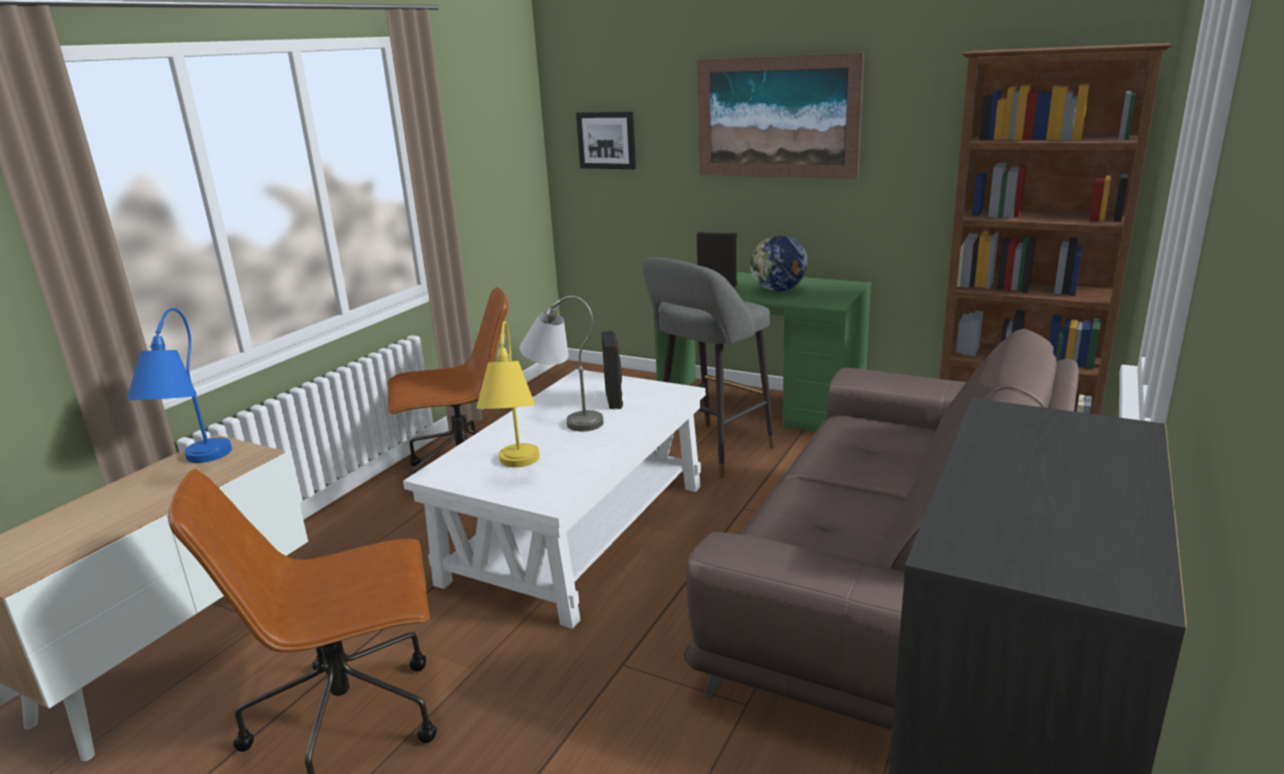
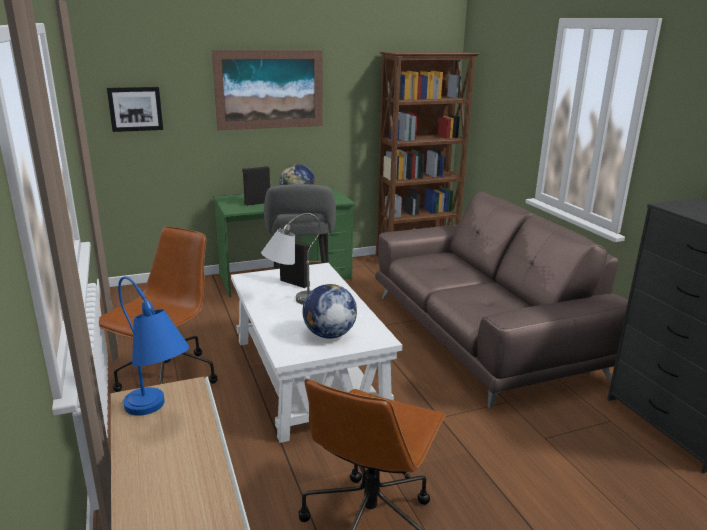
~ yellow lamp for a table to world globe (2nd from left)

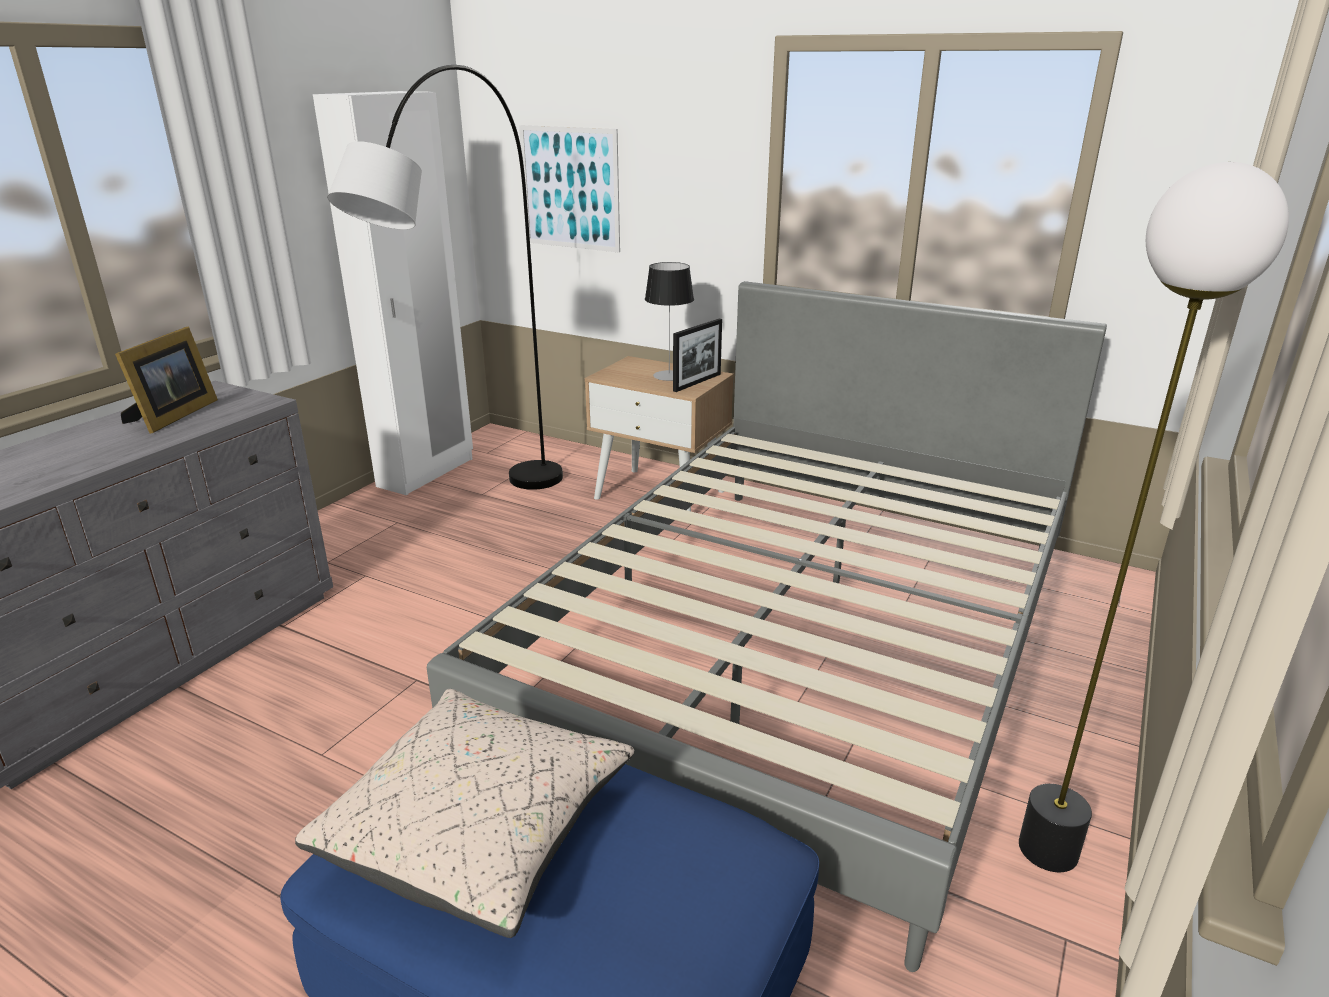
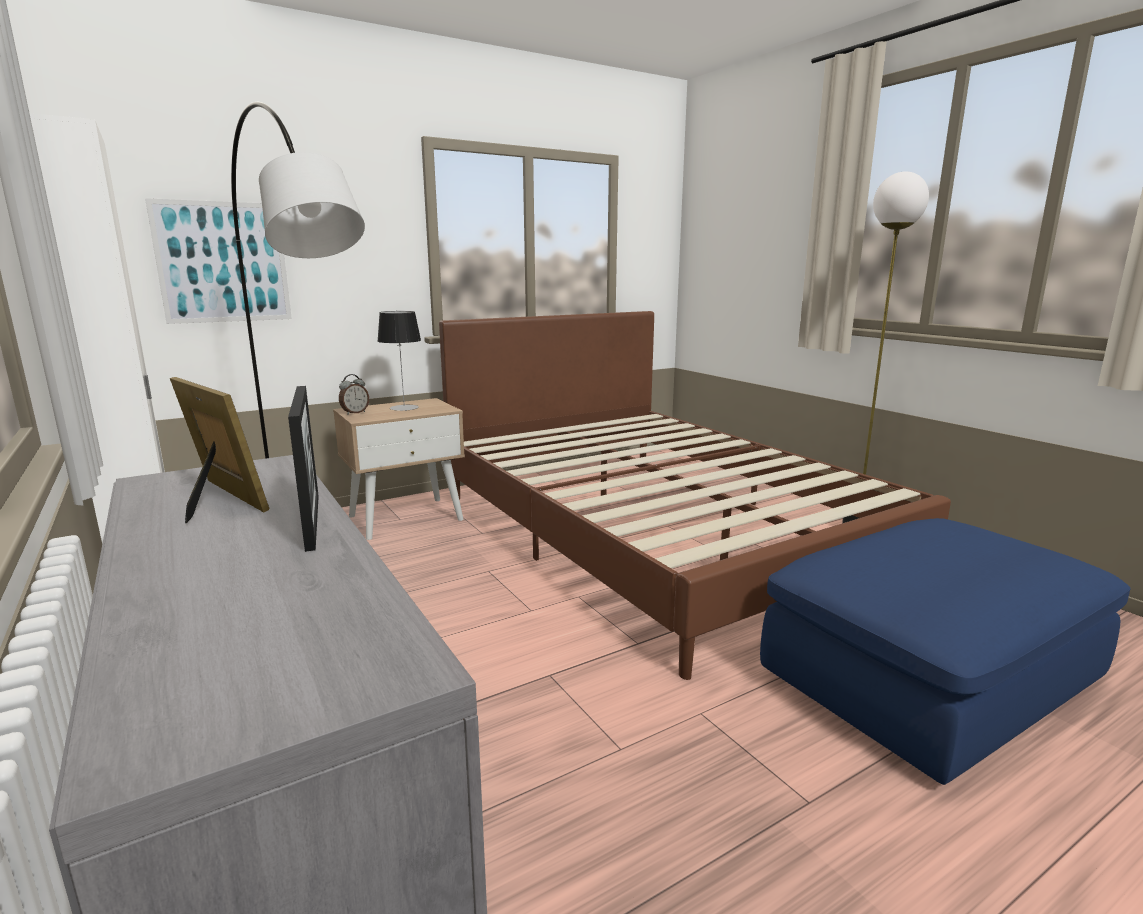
- sand-coloured cushion
~ grey bedroom bed to brown-coloured bedroom bed
~ picture frame (2nd from left)
+ bedside clock

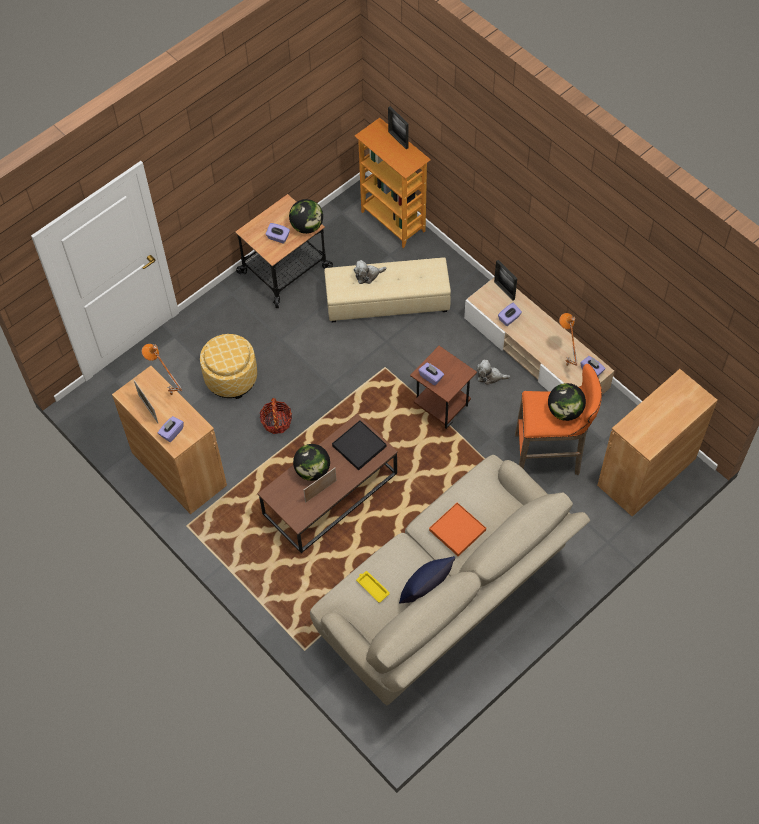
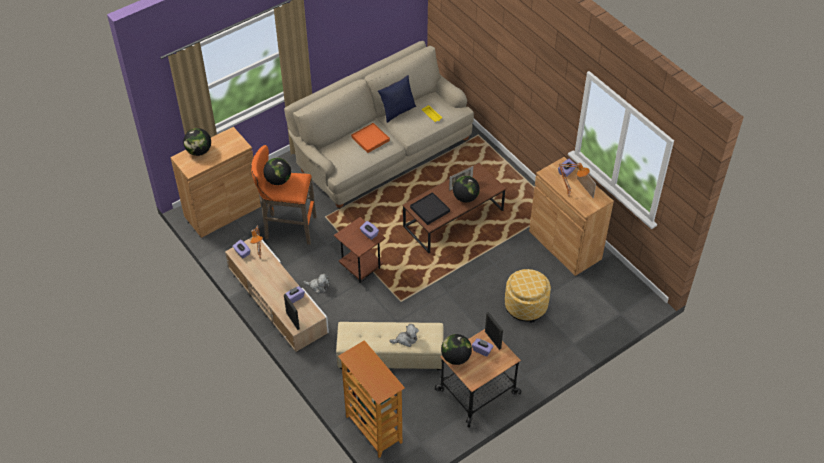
- storage basket
~ picture frame (3rd from left)
+ world globe (1st from left)

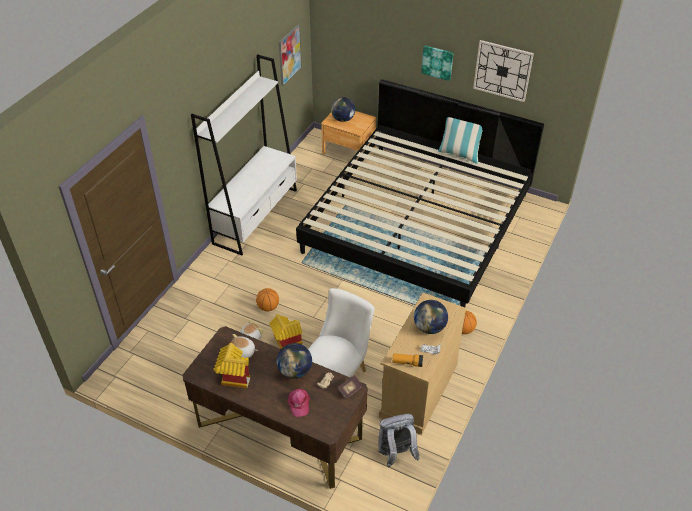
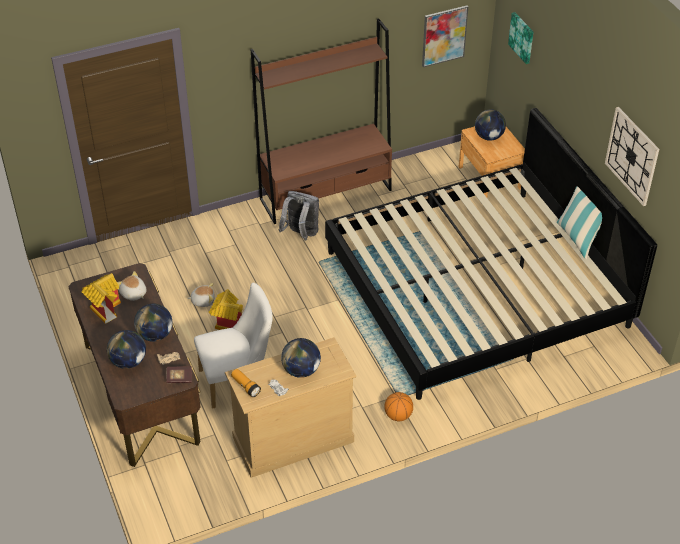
~ white-coloured bookcase to brown-coloured bookcase
- ball for basketball (1st from left)
~ pink-coloured peaked cap to world globe (1st from left)
~ grey knapsack
~ wall art (2nd from left)

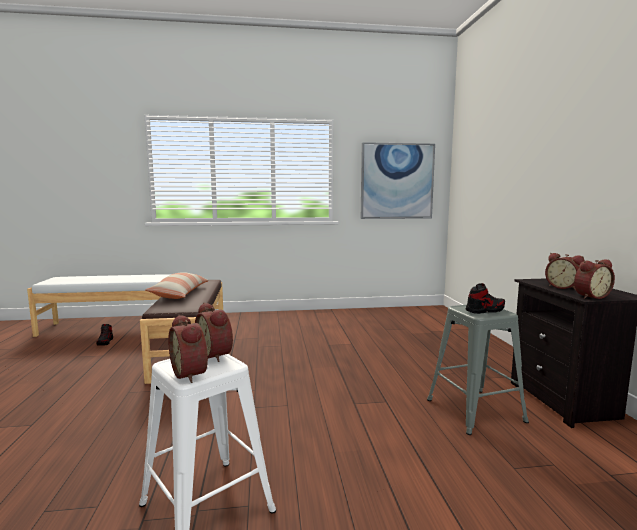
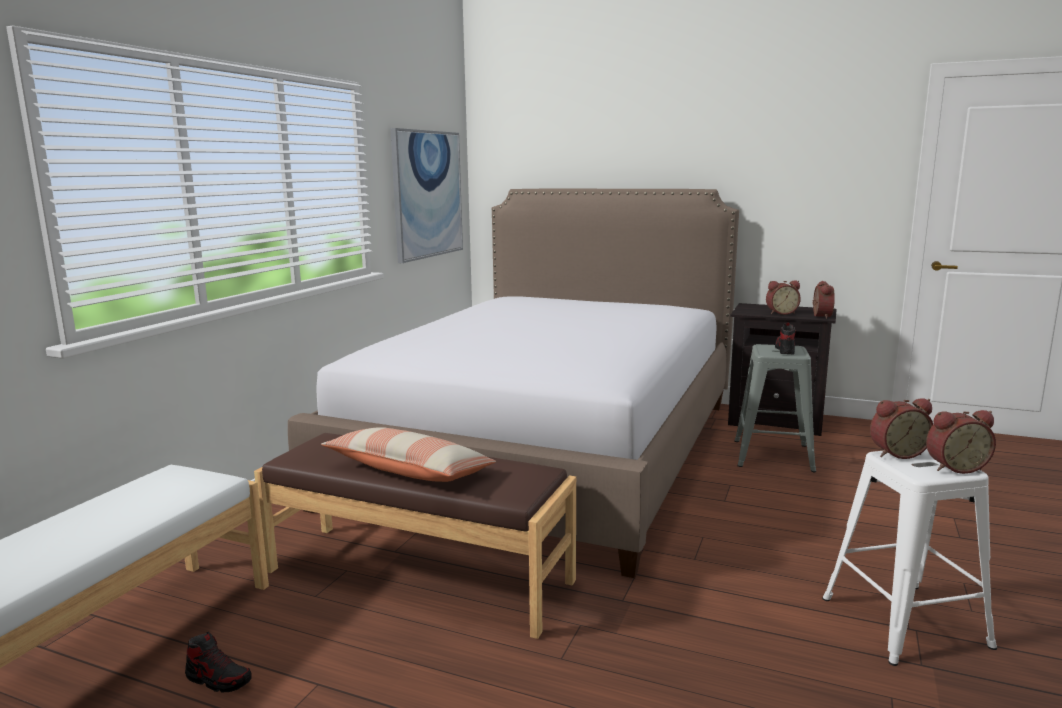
+ bedroom bed

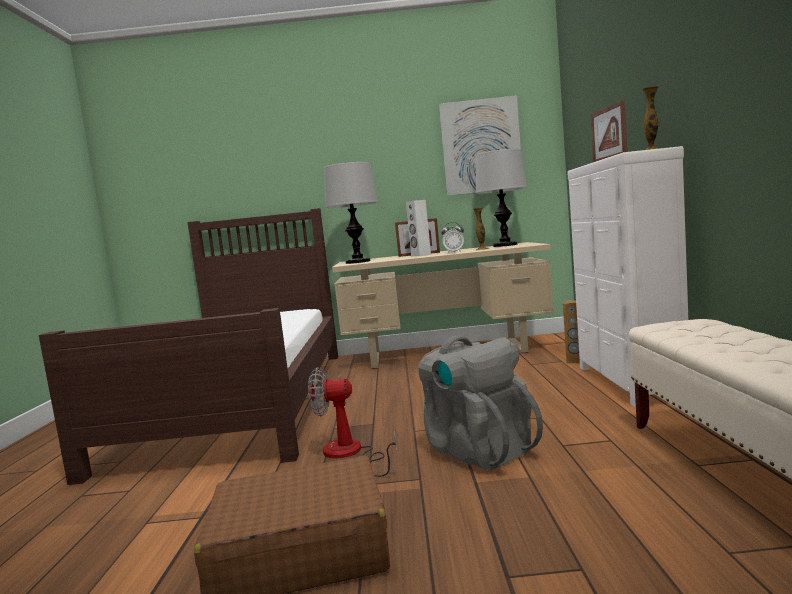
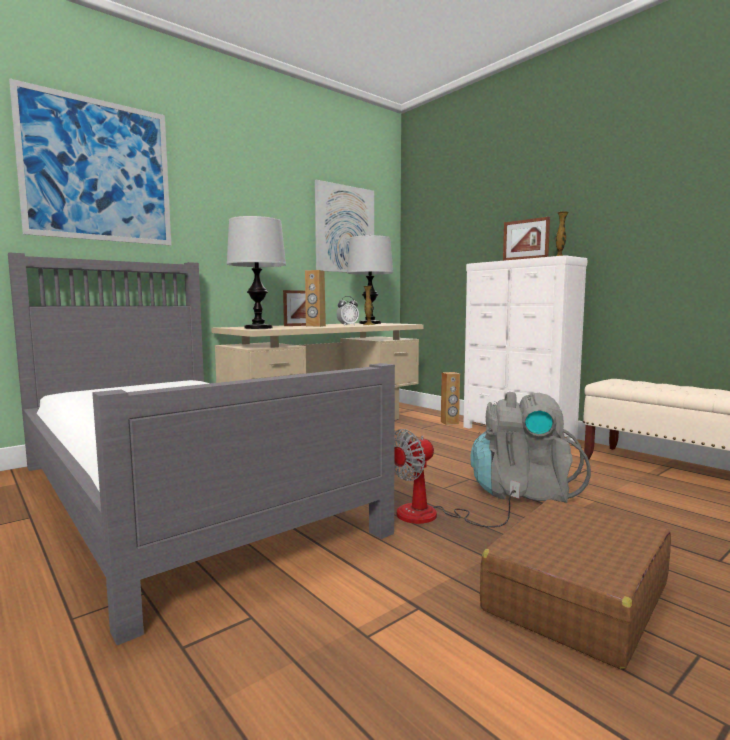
~ brown-coloured bedroom bed to grey bedroom bed
~ white-coloured loudspeaker to brown-coloured loudspeaker (1st from left)
+ wall art (1st from left)

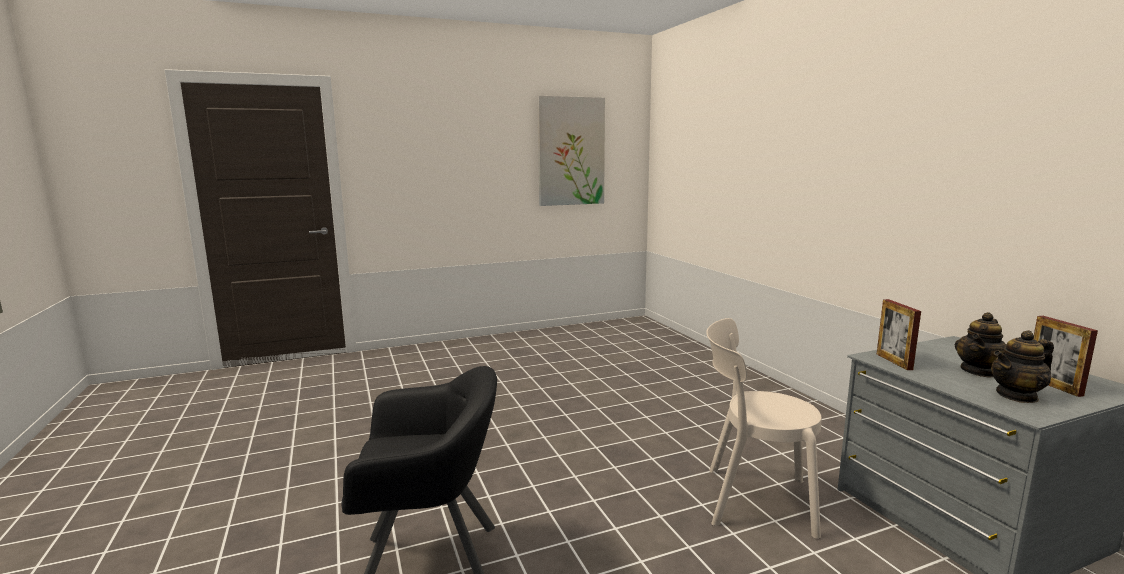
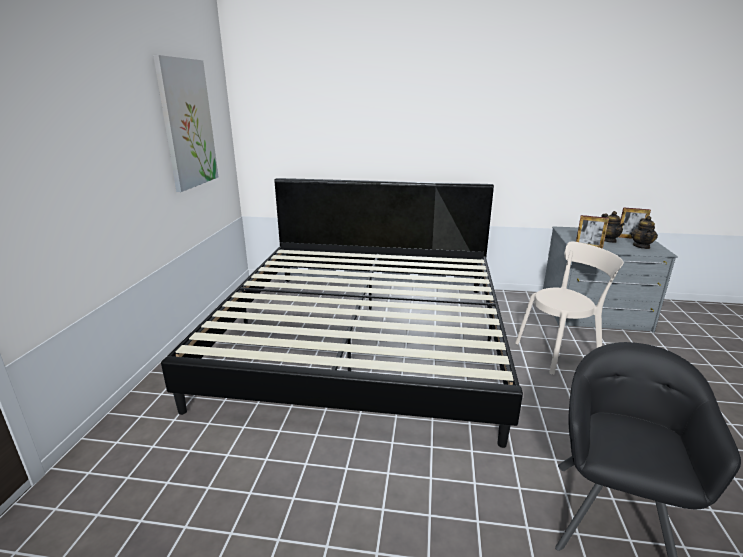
~ sand-coloured chair 150 degrees counterclockwise
+ bedroom bed

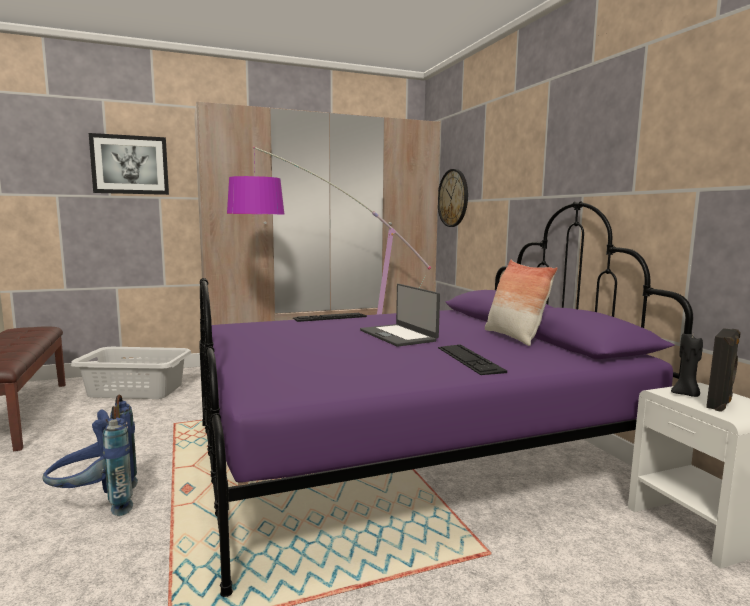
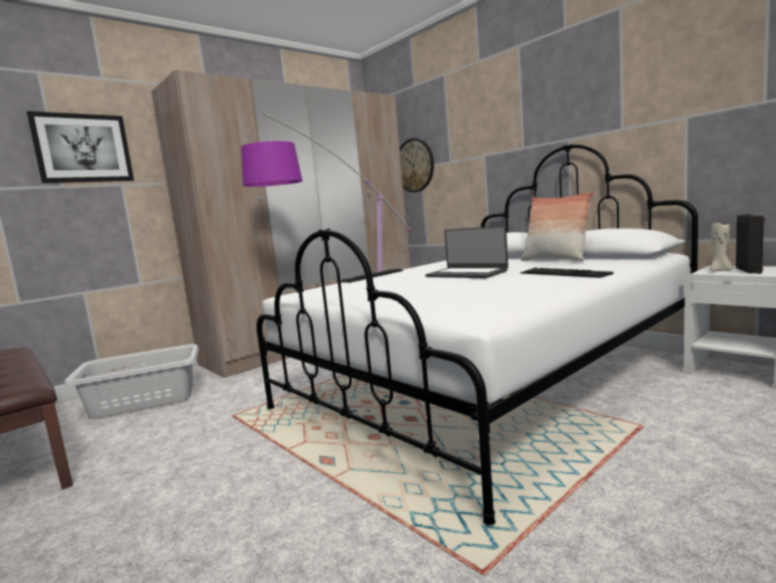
- blue knapsack
~ purple bedroom bed to white-coloured bedroom bed
~ blackish wax light to sand-coloured wax light

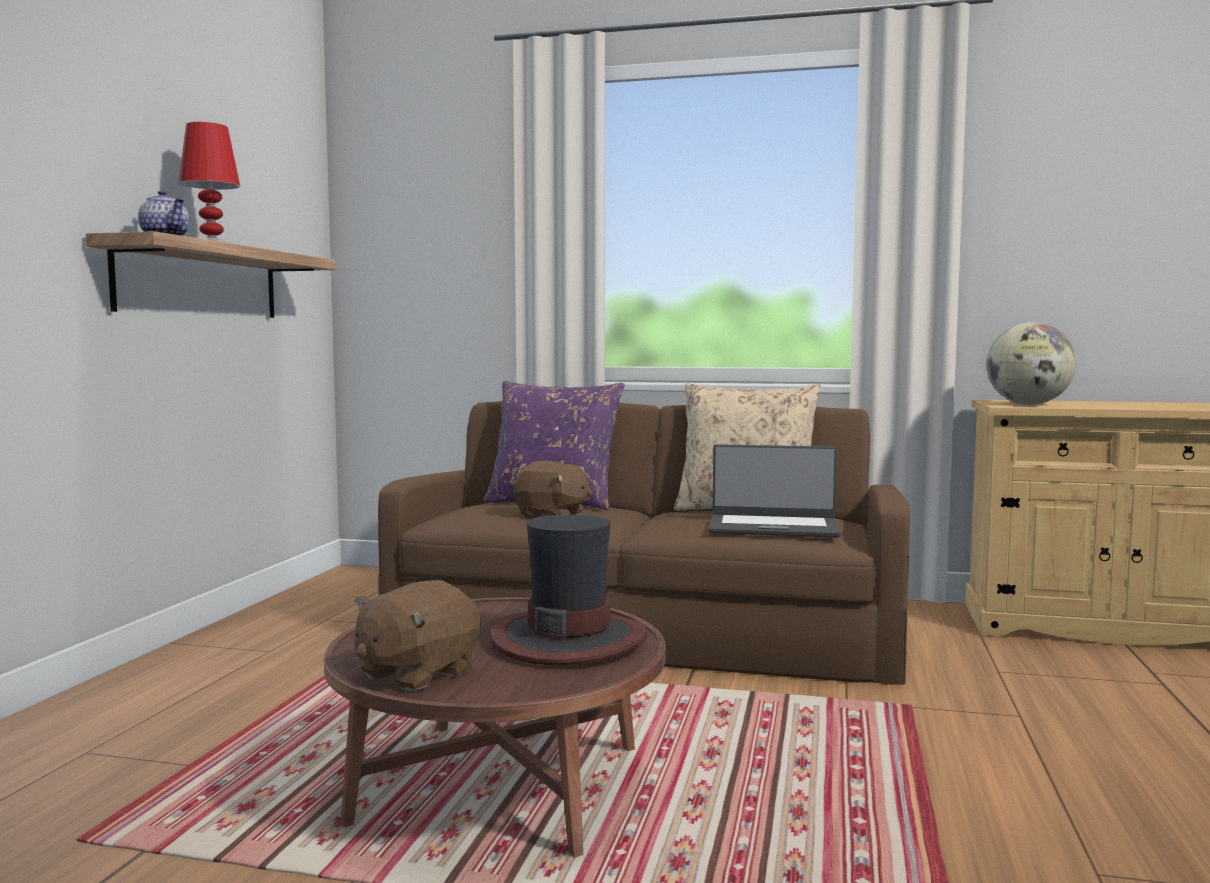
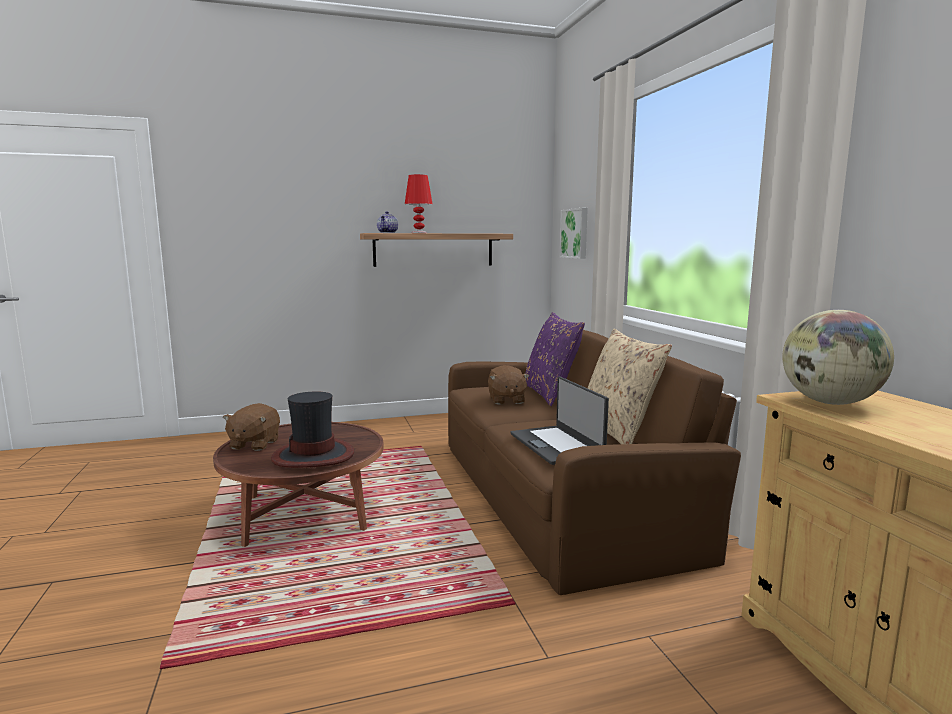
~ brown-coloured cuddly toy (1st from left) 90 degrees counterclockwise
+ wall art

